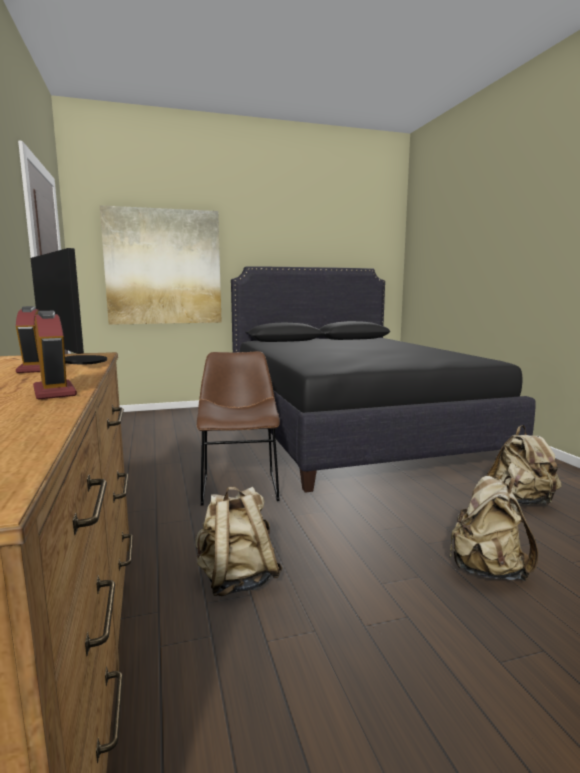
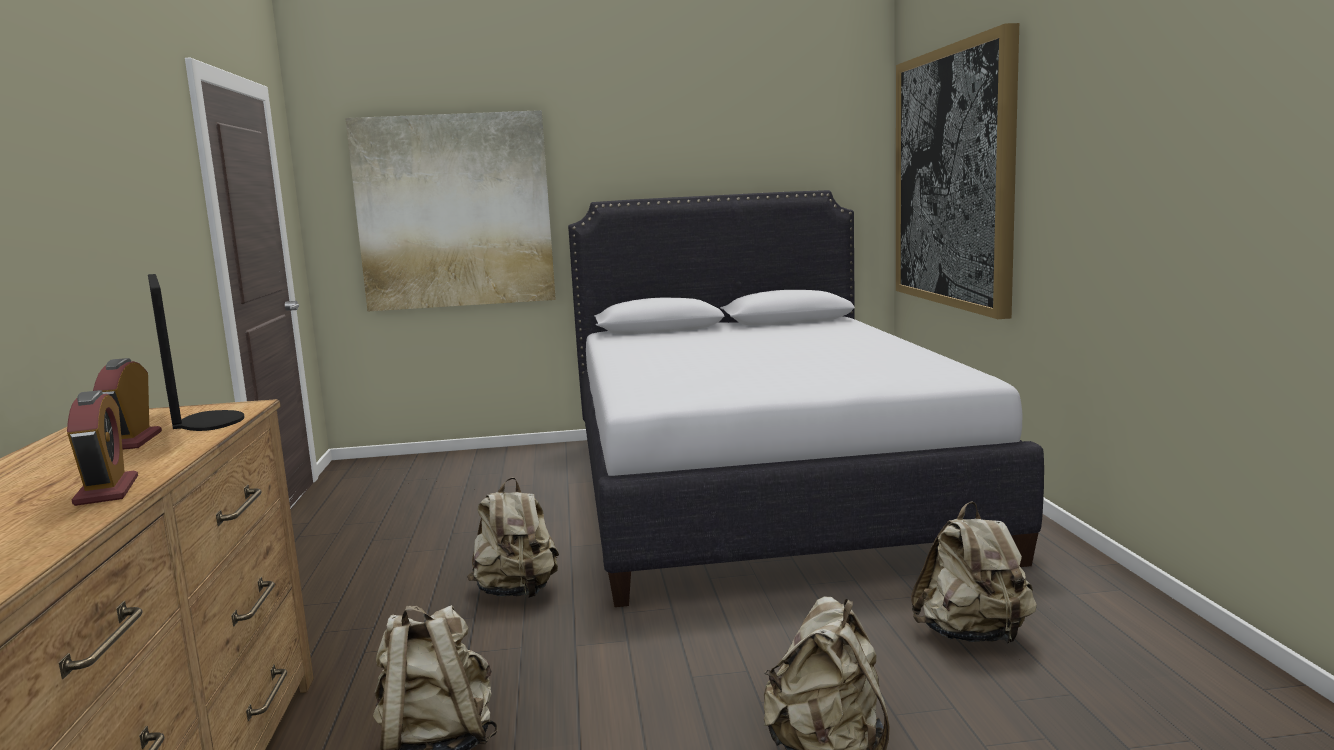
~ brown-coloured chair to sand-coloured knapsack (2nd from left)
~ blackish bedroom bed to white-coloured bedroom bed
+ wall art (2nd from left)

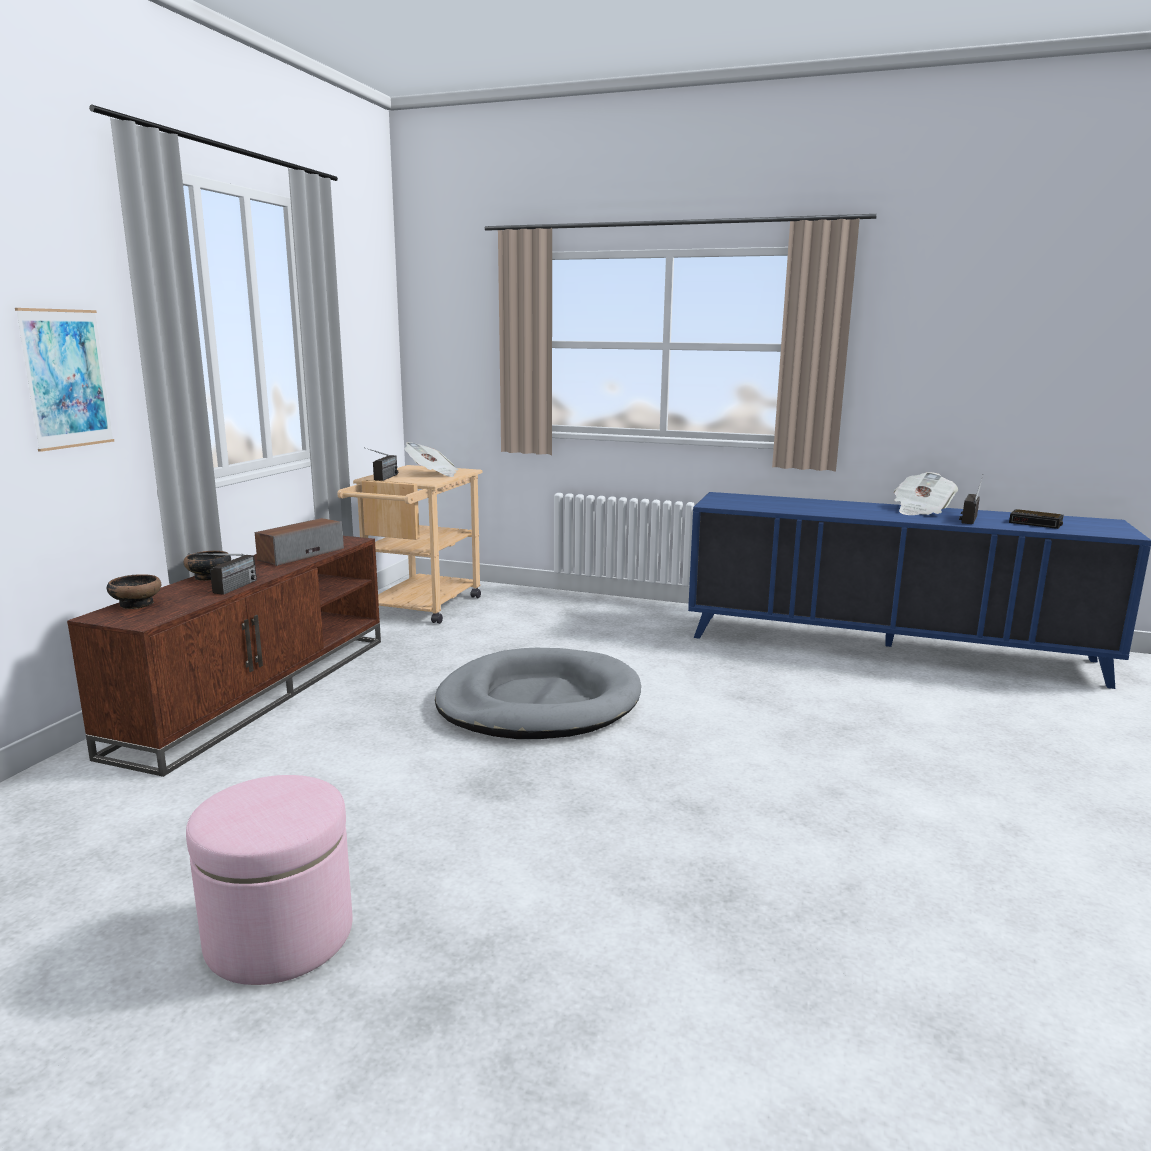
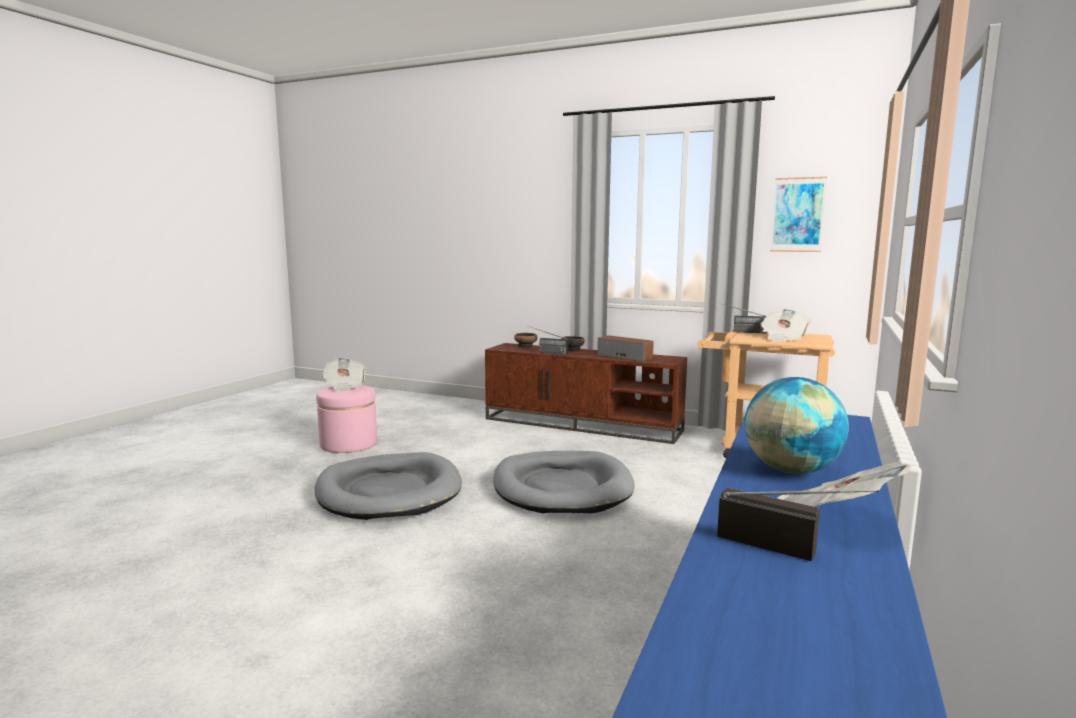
~ wall art
- bedside clock
+ grey dog cushion (1st from left)
+ newspaper (1st from left)
+ world globe

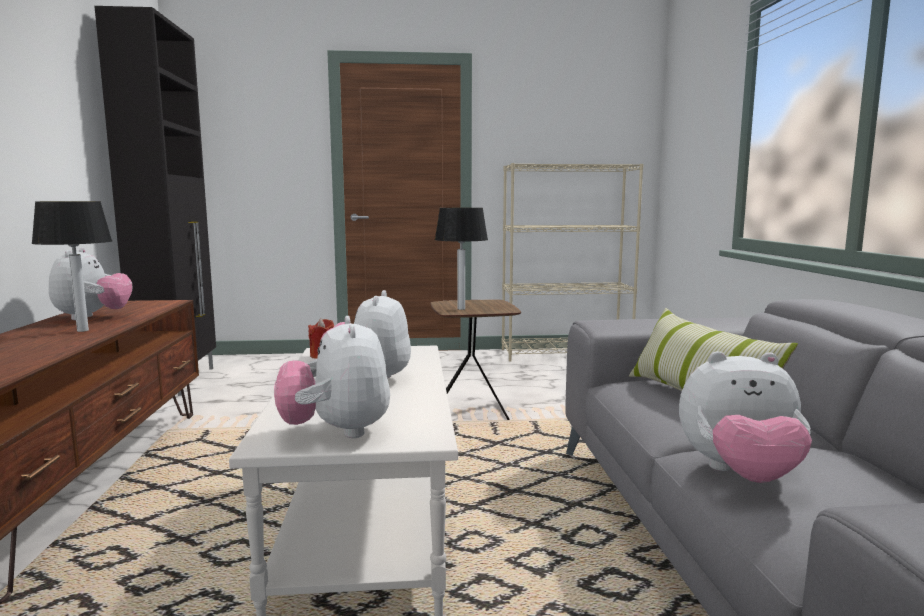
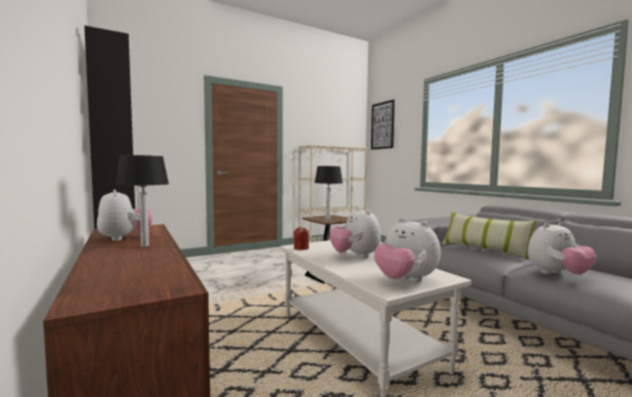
+ wall art

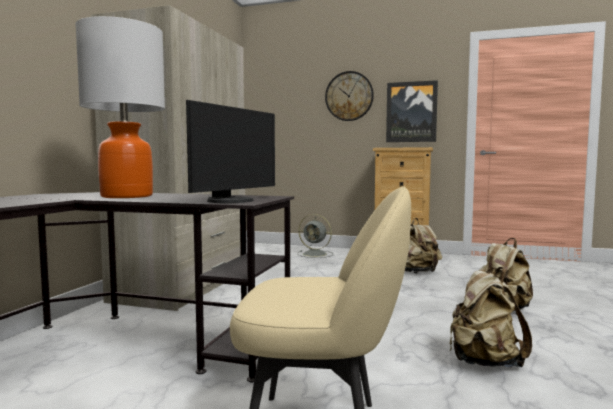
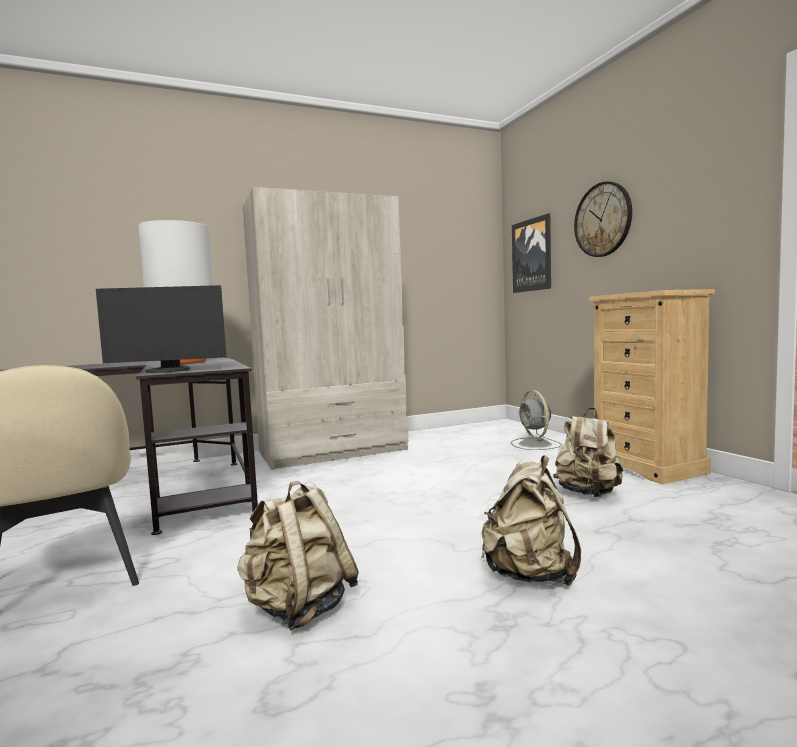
~ wall art

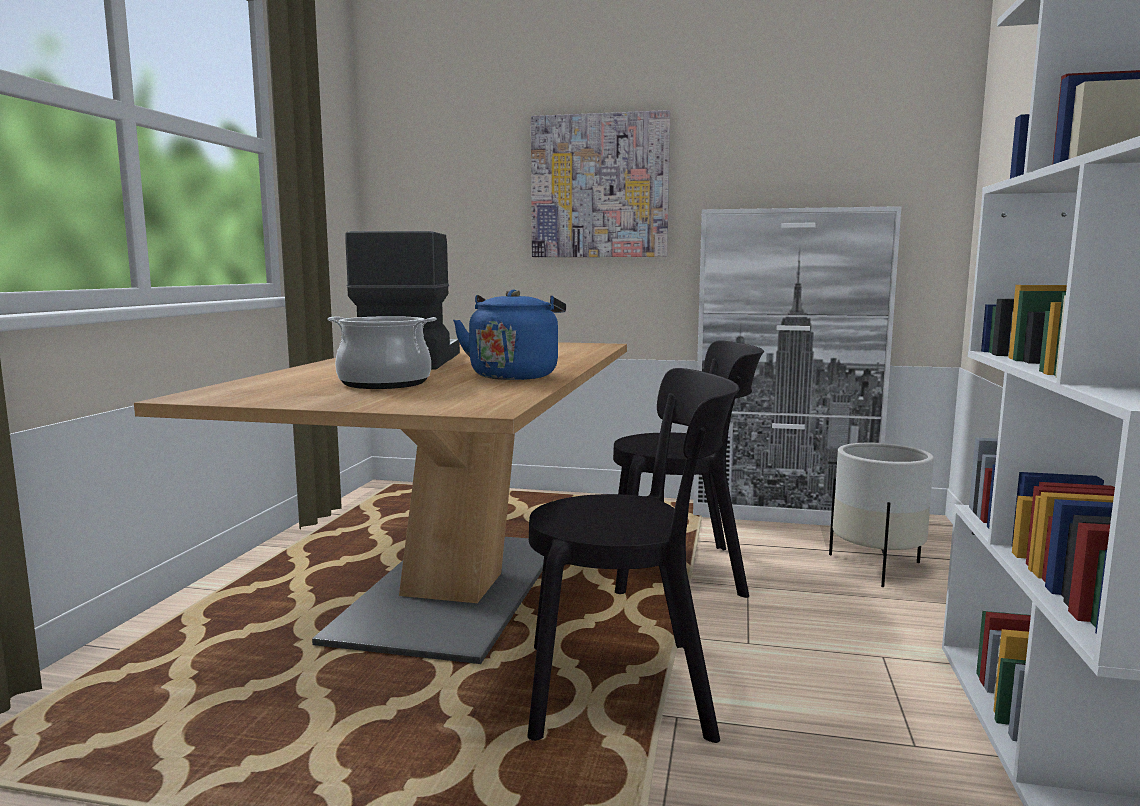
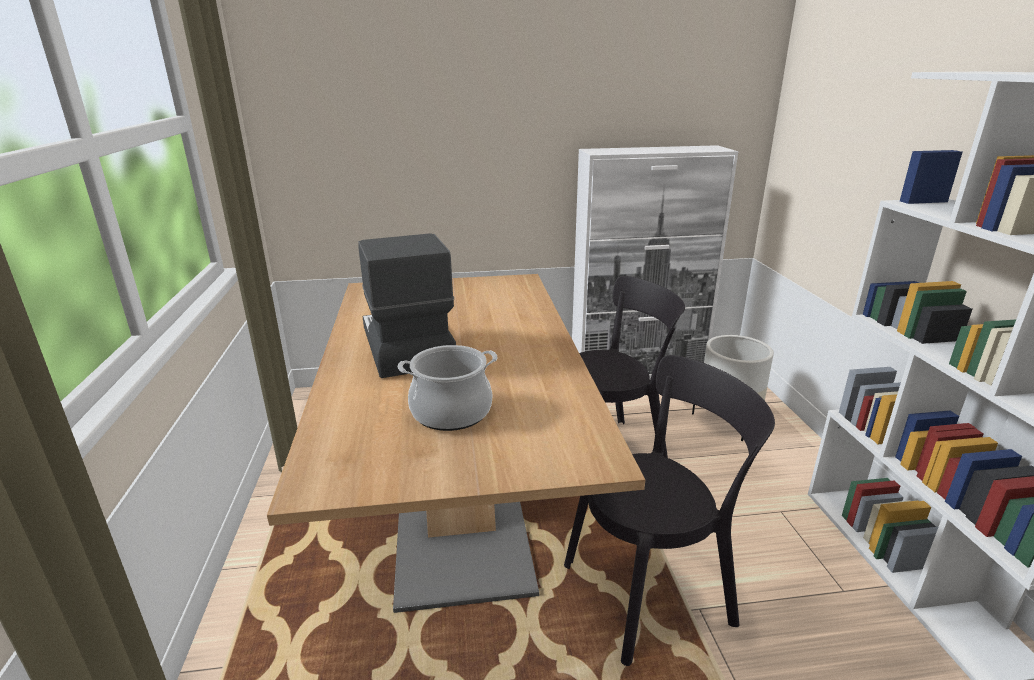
- blue tea kettle
- wall art

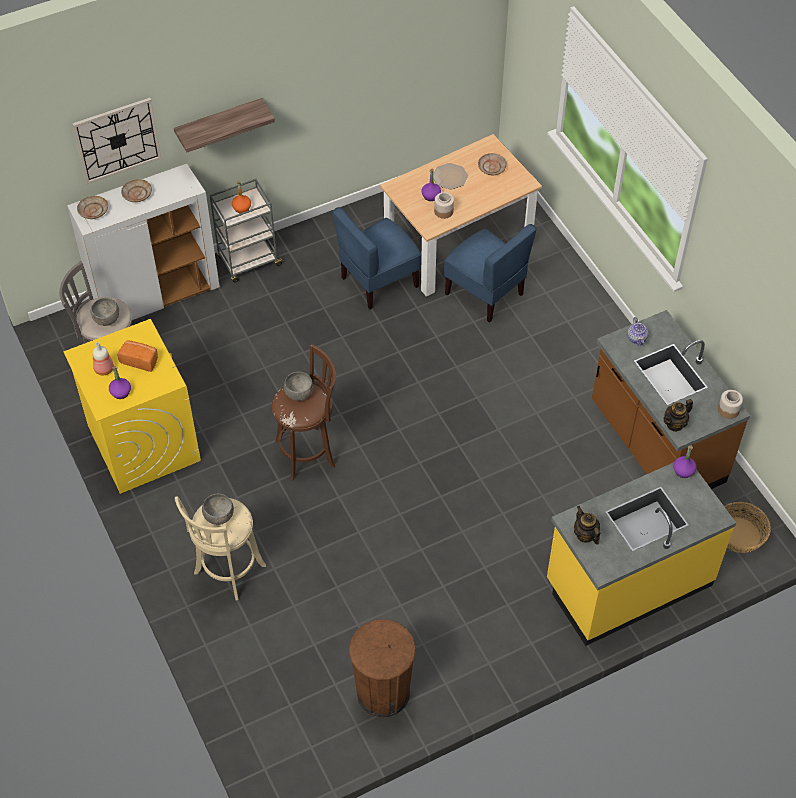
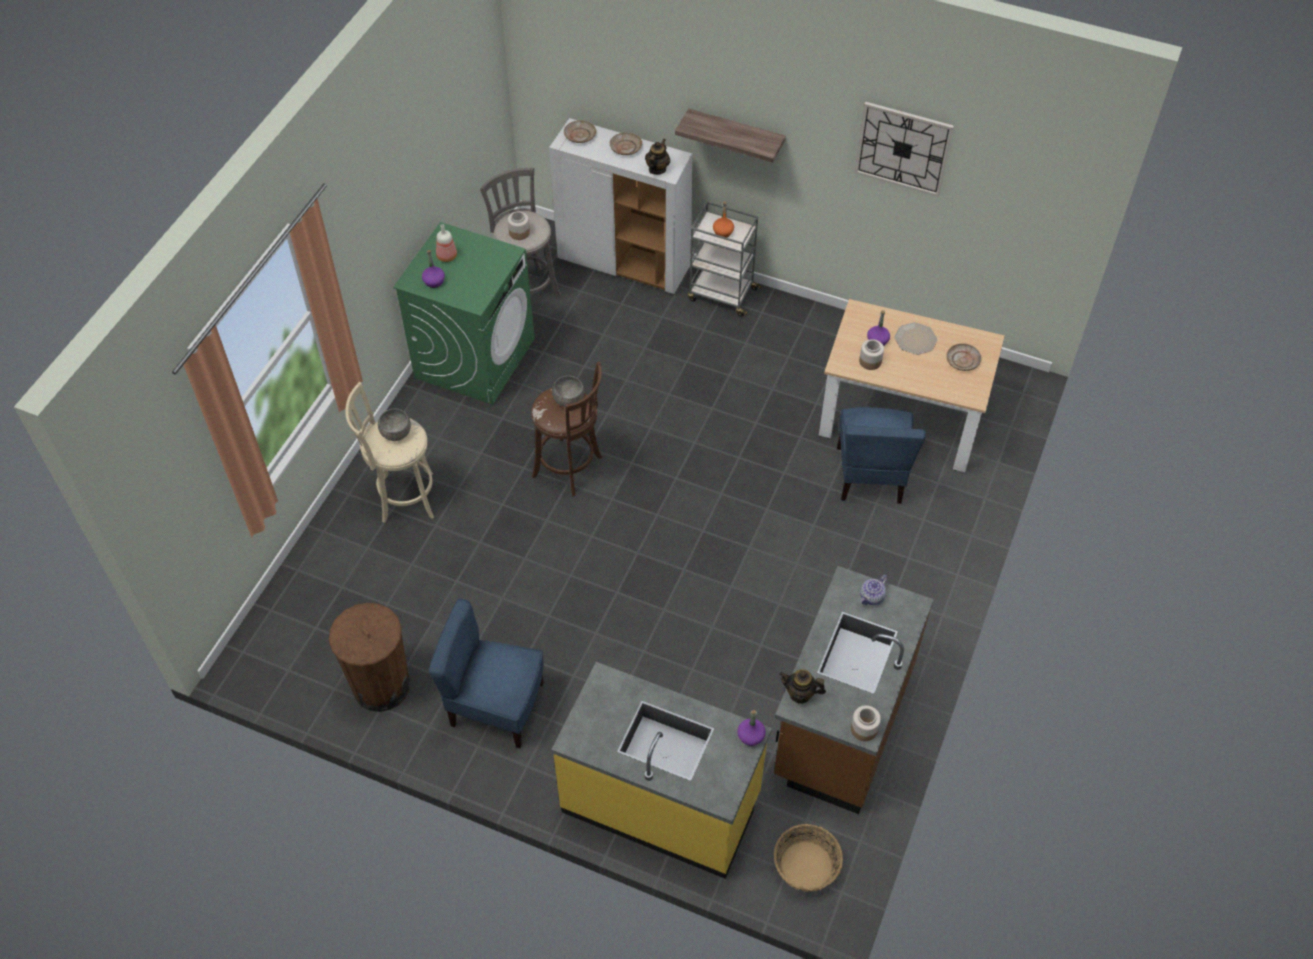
~ yellow laundry appliance to greenish laundry appliance
~ hanging clock
~ grey serving bowl (1st from left) to preserve jar (1st from left)
- bakery bread
~ blue chair (1st from left)
~ teapot (1st from left)

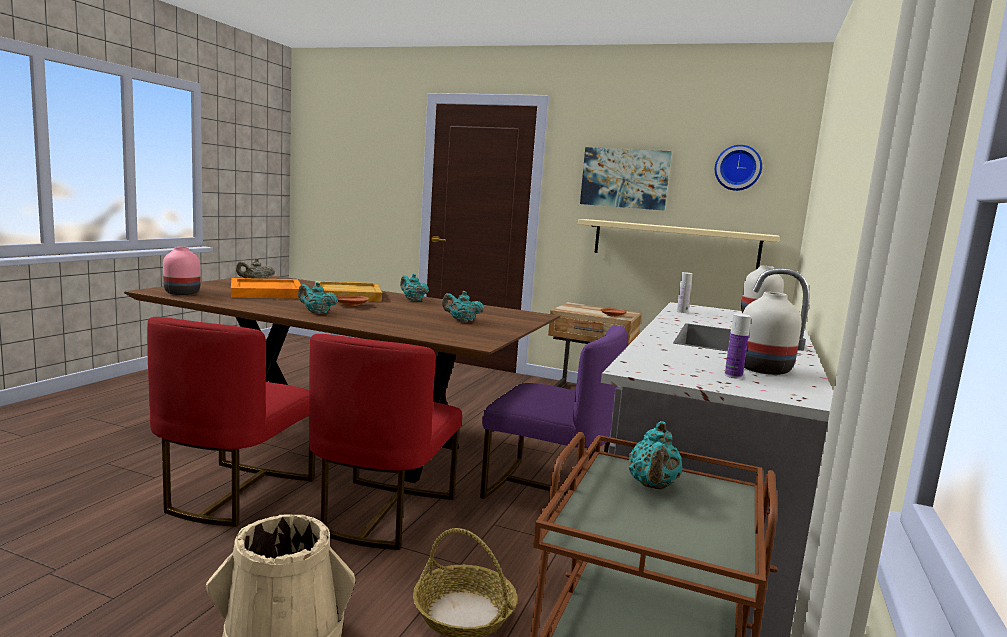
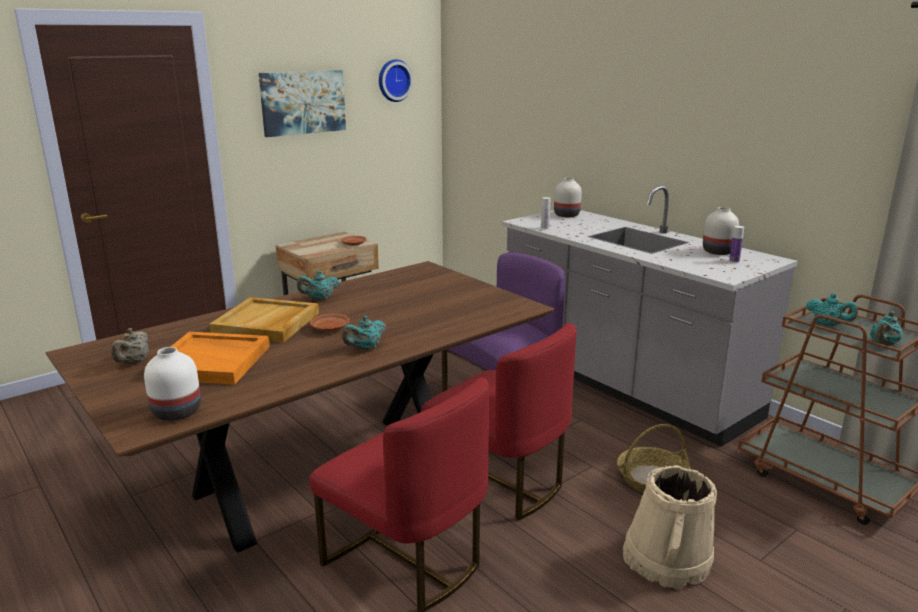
~ pink-coloured flower vase to white-coloured flower vase (1st from left)
~ turquoise teapot (3rd from left in the first image) to turquoise teapot (4th from left)
- sand-coloured wall shelf

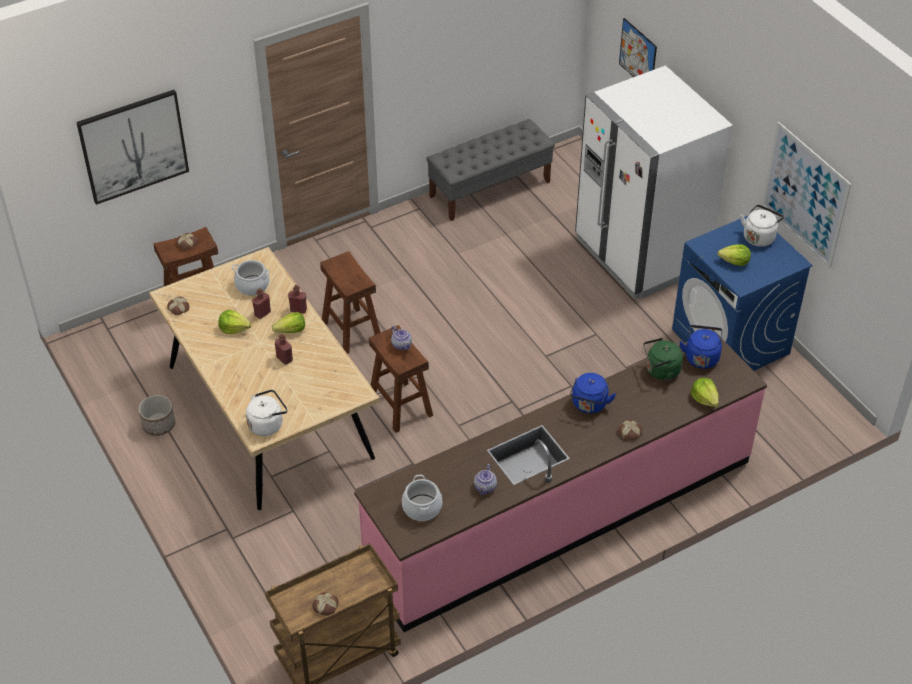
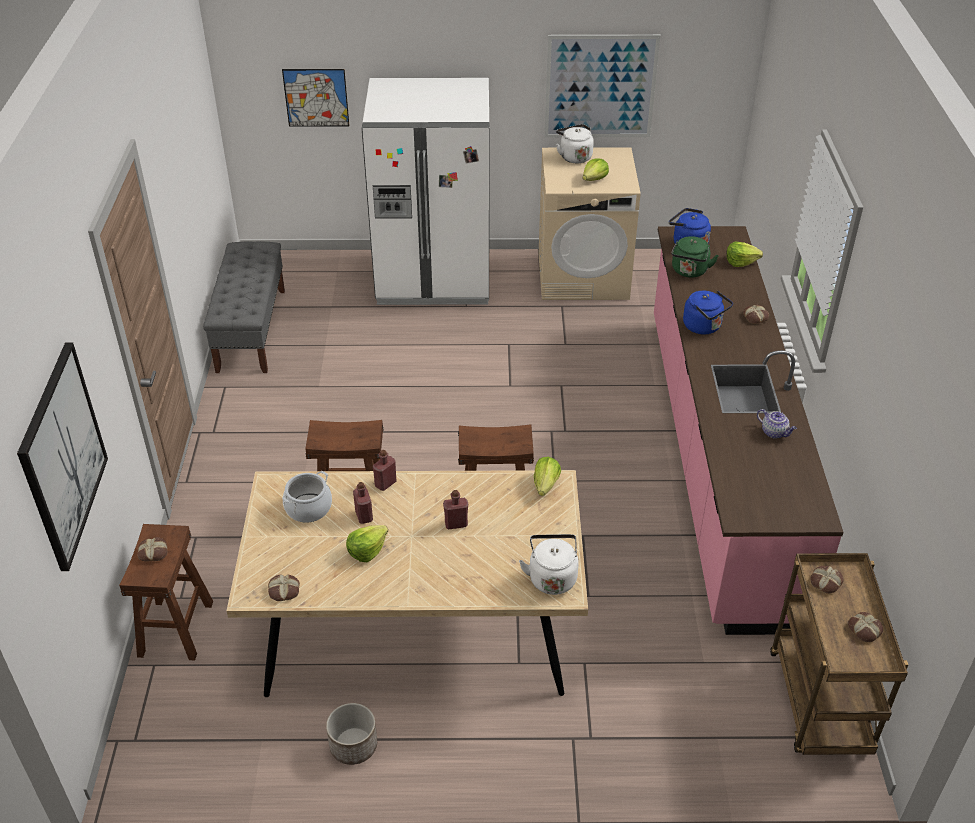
~ lettuce head (2nd from left)
- teapot (1st from left)
- saucepot (2nd from left)
~ blue laundry appliance to sand-coloured laundry appliance
+ bakery bread (4th from left)

